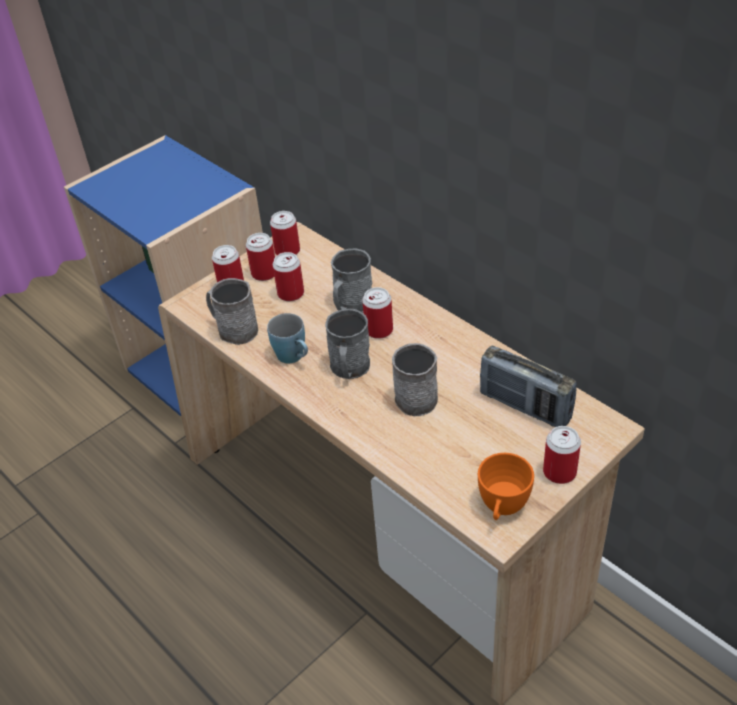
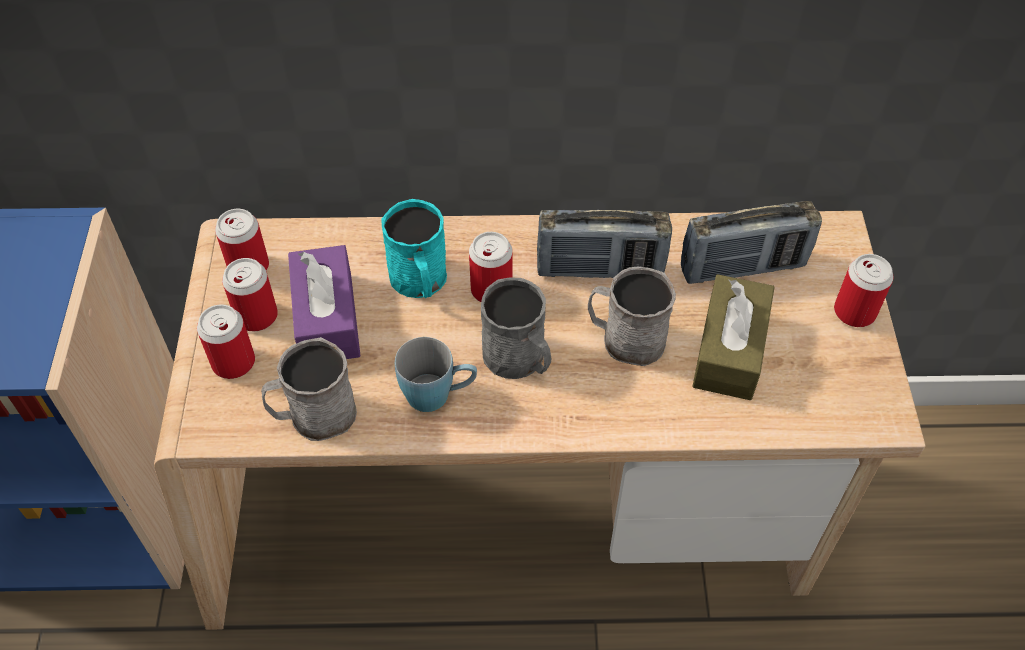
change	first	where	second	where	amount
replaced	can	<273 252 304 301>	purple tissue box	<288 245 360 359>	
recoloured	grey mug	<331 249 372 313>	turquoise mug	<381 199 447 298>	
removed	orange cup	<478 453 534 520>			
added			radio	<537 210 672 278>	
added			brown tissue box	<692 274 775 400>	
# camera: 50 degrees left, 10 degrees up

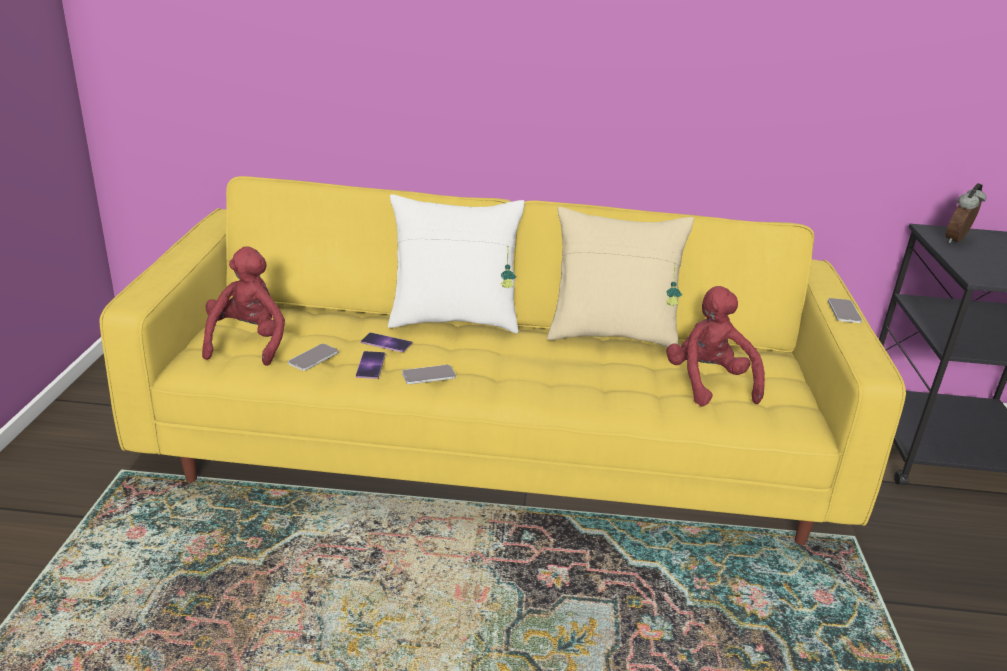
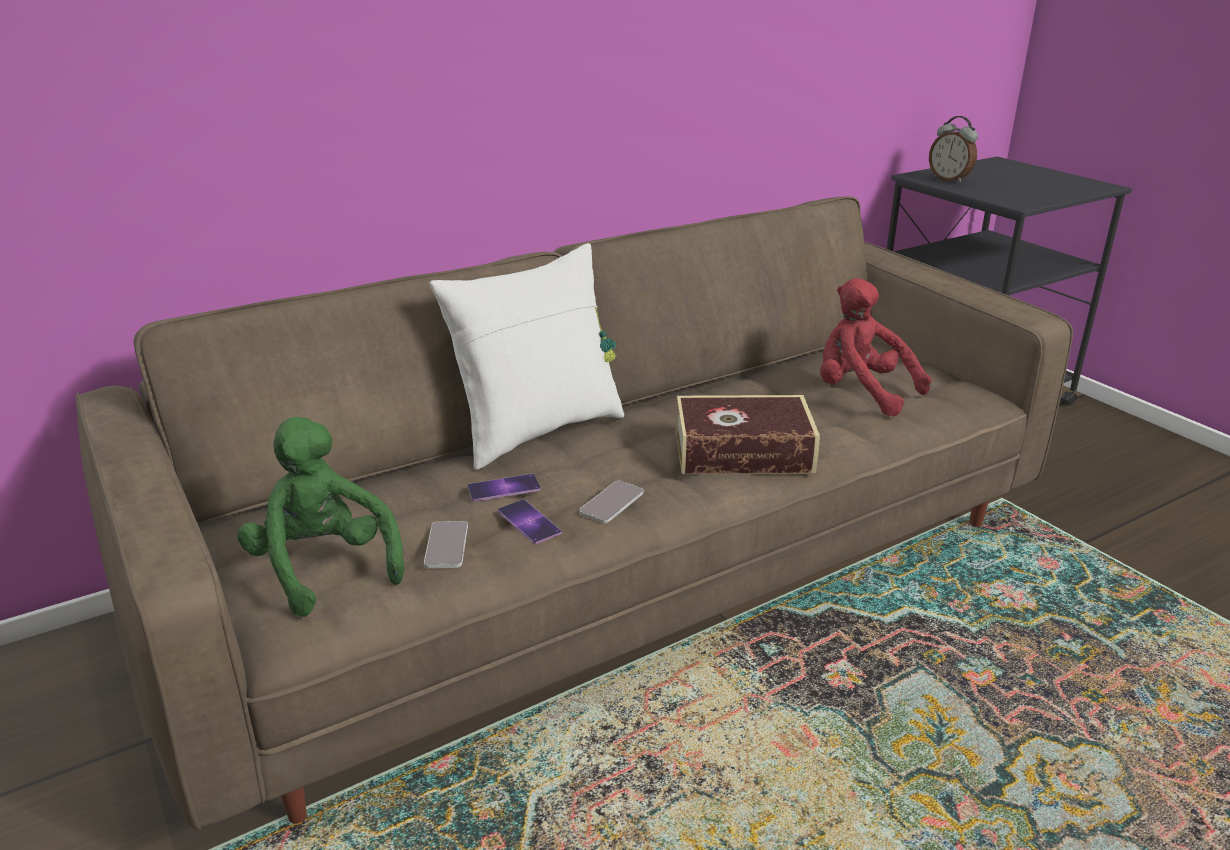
change	first	where	second	where	amount
recoloured	yellow sofa	<100 176 906 545>	brown sofa	<75 196 1073 831>	
recoloured	red plush toy	<202 246 285 366>	green plush toy	<237 417 404 617>	
removed	beige pillow	<547 207 694 347>			
removed	phone	<828 298 862 323>			
turned	alarm clock	<945 183 986 243>		<929 116 978 183>	45 degrees counterclockwise
added			book	<676 395 820 474>	
# camera: 35 degrees left, 0 degrees up

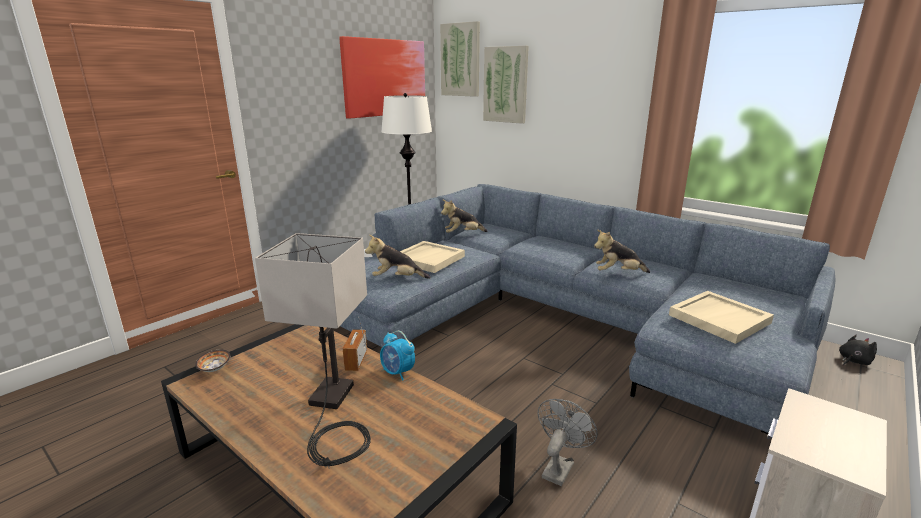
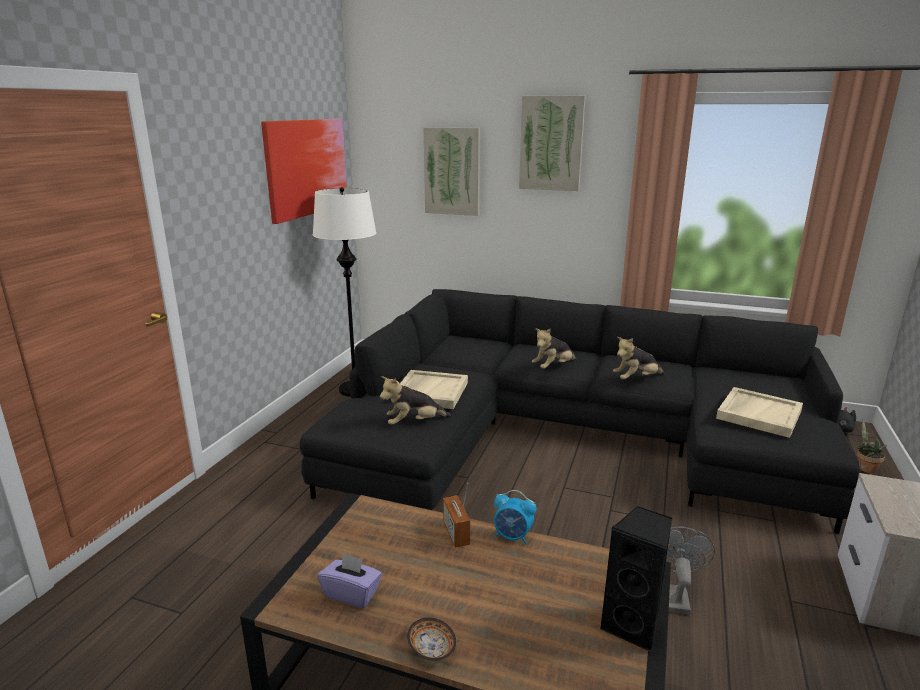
change	first	where	second	where	amount
moved	bowl	<195 349 231 372>		<407 618 456 660>	
removed	table lamp	<255 233 371 469>			
recoloured	blue sofa	<340 184 835 434>	black sofa	<300 289 861 534>	
moved	picture	<440 21 480 97>		<519 96 586 191>	
moved	plush toy	<441 199 488 233>		<532 328 576 369>	
added			purple tissue box	<318 553 382 608>	
added			black speaker	<600 506 672 652>	
added			potted plant	<855 420 888 473>	
# camera: 20 degrees left, 0 degrees up

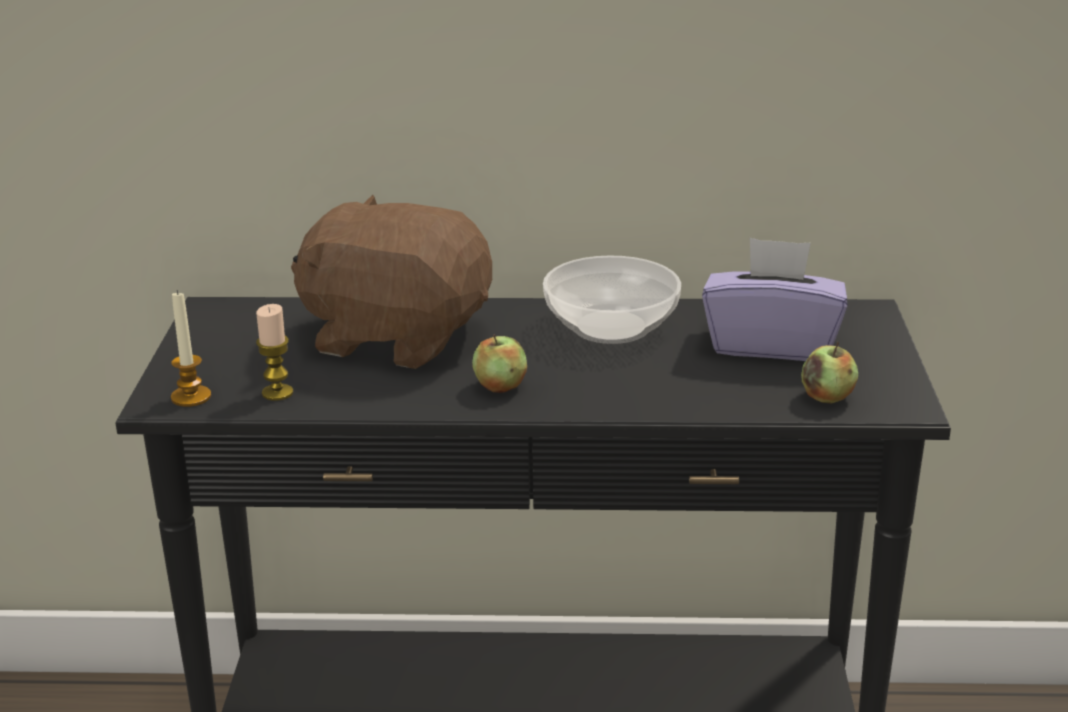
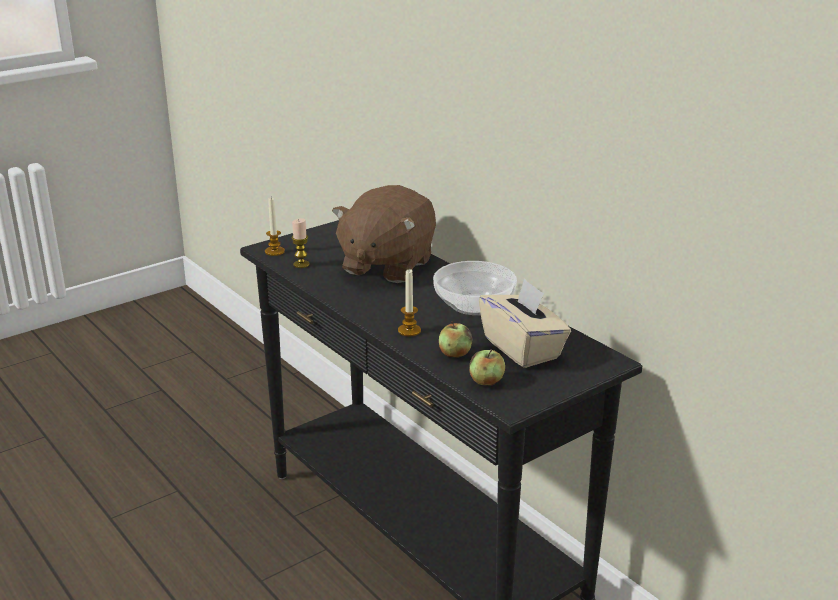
change	first	where	second	where	amount
turned	brown plush toy	<291 195 492 369>		<332 185 436 283>	135 degrees counterclockwise
moved	apple	<472 334 527 393>		<439 321 473 358>	
recoloured	purple tissue box	<702 238 847 361>	beige tissue box	<479 278 571 368>	
added			candle	<398 269 421 336>	
# camera: 50 degrees right, 0 degrees up

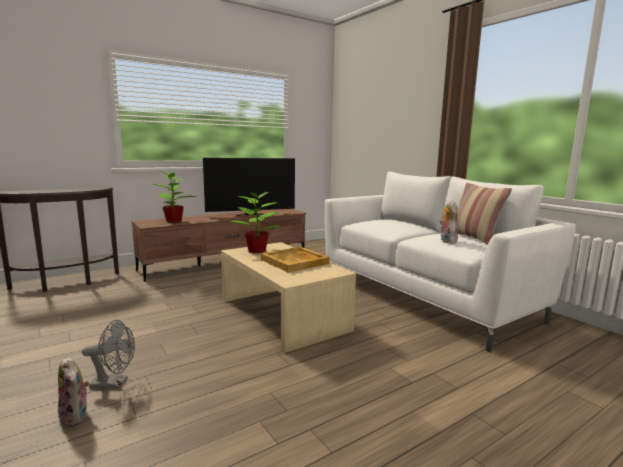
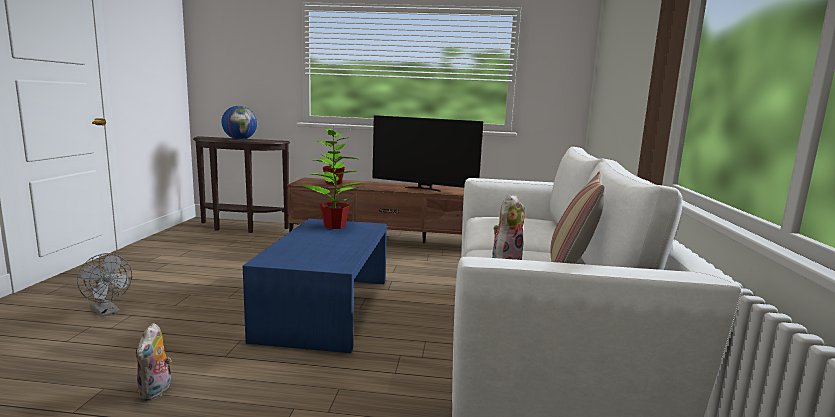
change	first	where	second	where	amount
moved	plush toy	<58 355 89 427>		<136 323 172 401>	
recoloured	beige coffee table	<221 242 356 353>	blue coffee table	<243 219 387 353>	
removed	beige tray	<261 247 329 273>			
added			globe	<221 106 257 140>	
# camera: 40 degrees right, 0 degrees up

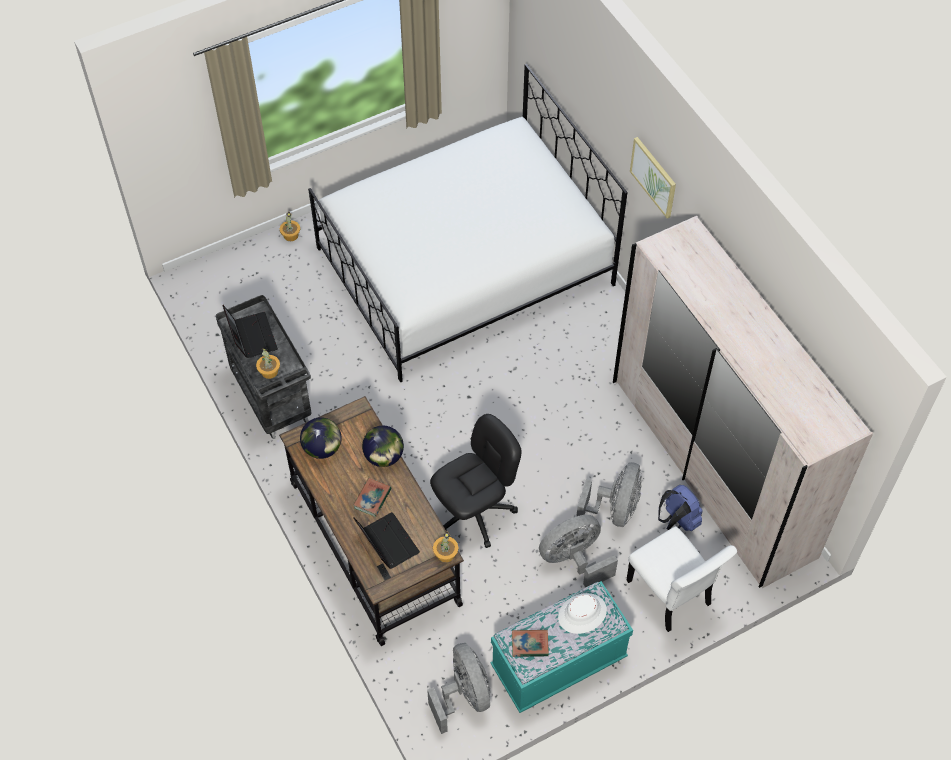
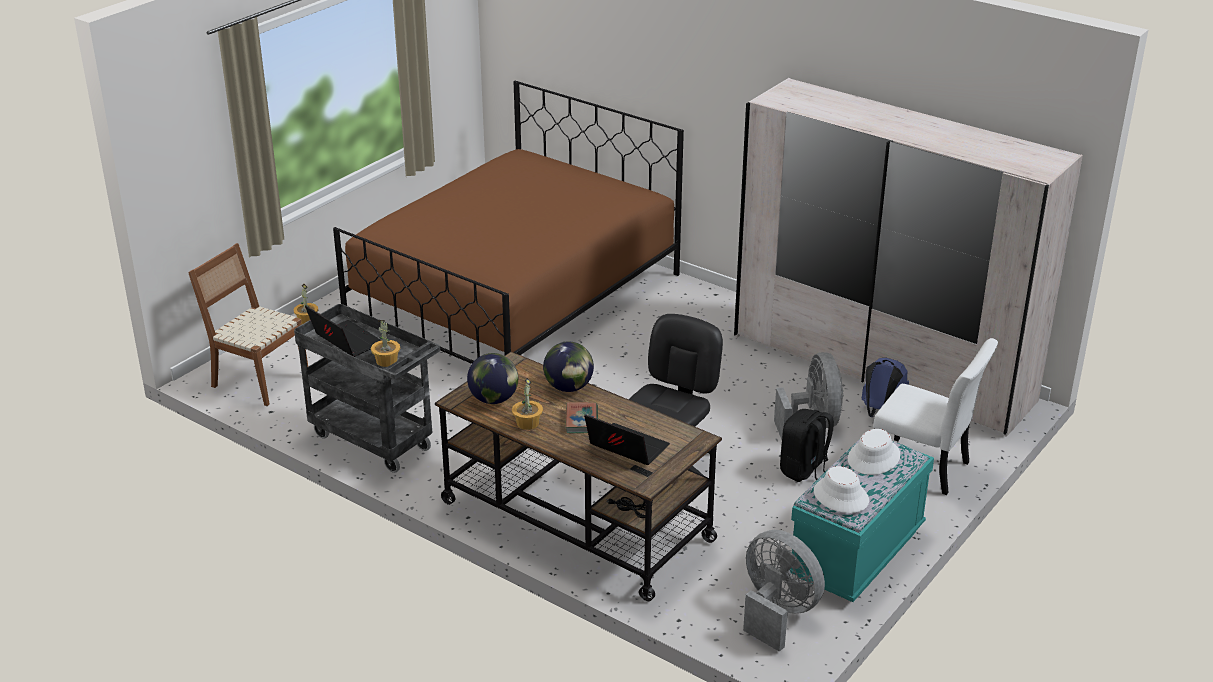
change	first	where	second	where	amount
recoloured	white bed	<308 64 628 383>	brown bed	<333 81 684 364>	
moved	potted plant	<433 532 459 562>		<512 378 543 430>	
replaced	book	<512 630 549 657>	white hat	<814 466 869 513>	
replaced	grey fan	<539 515 618 588>	black backpack	<780 409 834 482>	
removed	picture	<630 137 676 219>			
added			chair	<188 243 308 406>	
# camera: 25 degrees left, 25 degrees down

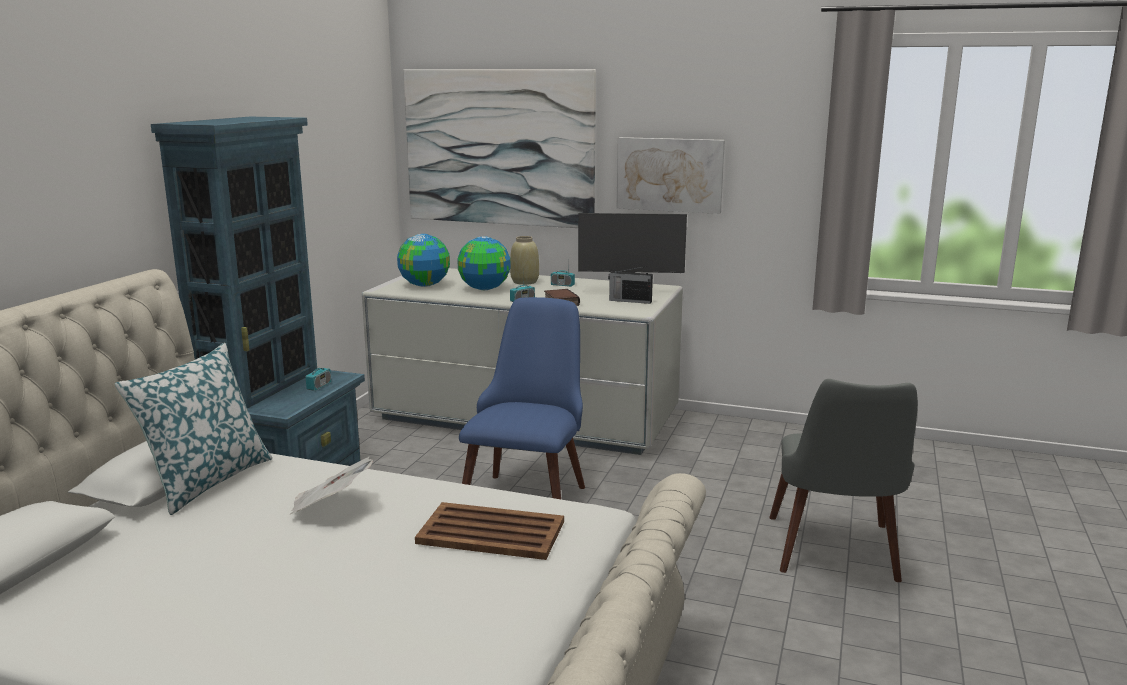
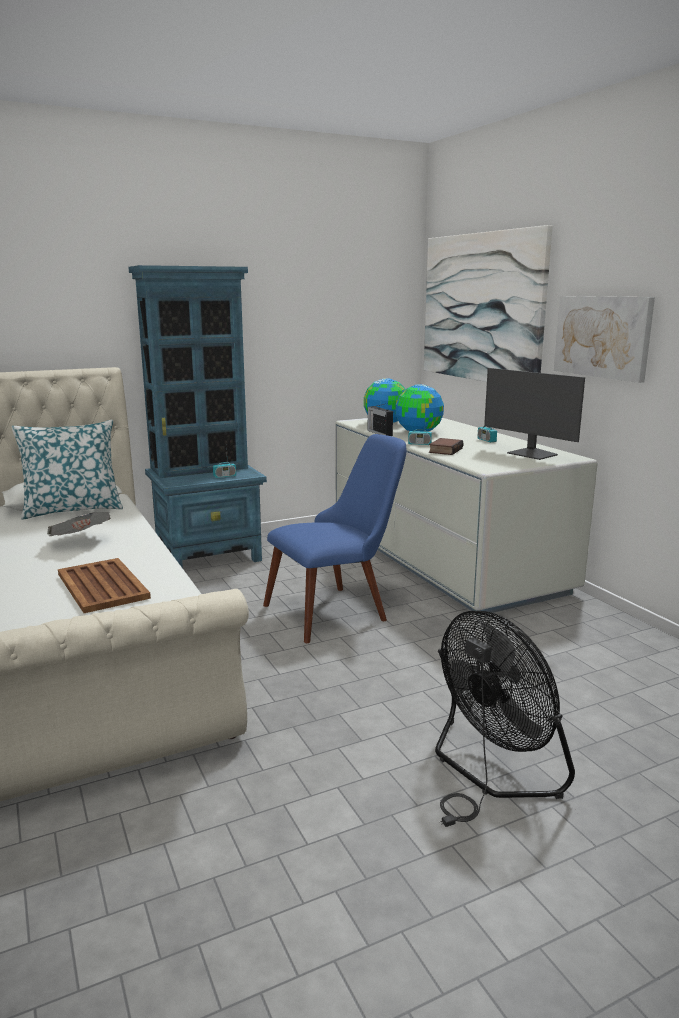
change	first	where	second	where	amount
removed	beige vase	<510 236 539 285>			
moved	radio	<608 267 653 304>		<368 404 393 436>	
replaced	grey chair	<769 379 918 582>	black fan	<435 611 575 827>	
# camera: 45 degrees right, 0 degrees up

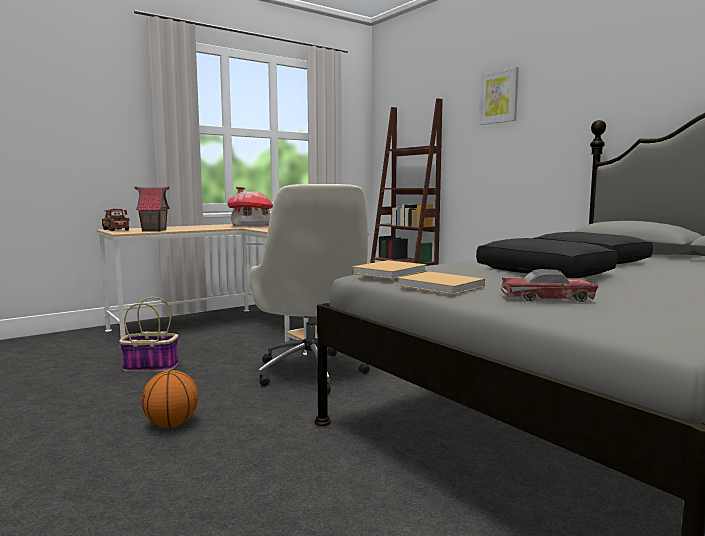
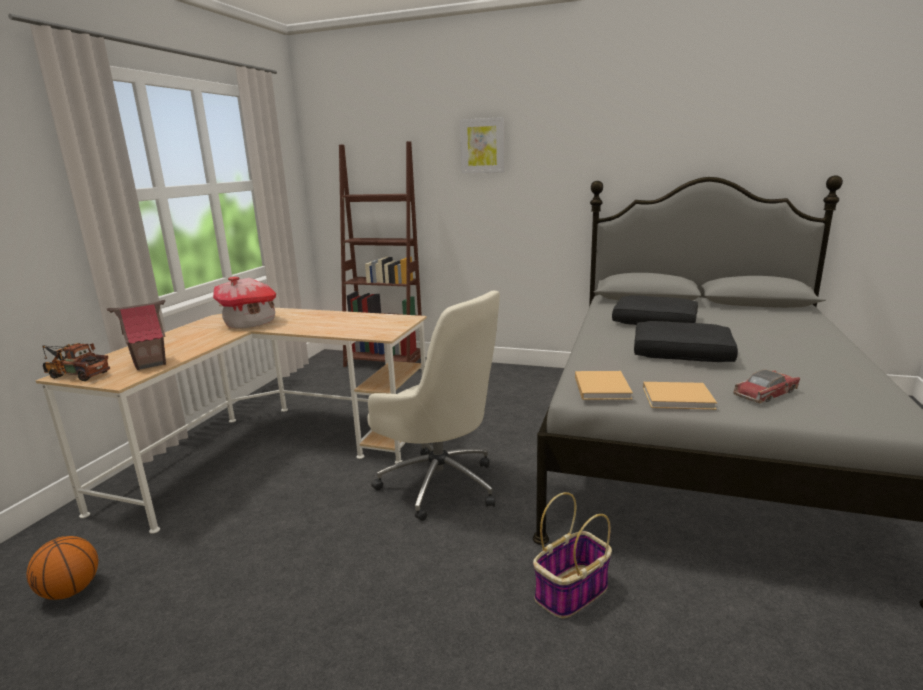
change	first	where	second	where	amount
moved	basket	<119 297 178 372>		<533 492 612 619>	
moved	basketball	<141 370 199 427>		<27 536 98 600>	
# camera: 35 degrees left, 10 degrees up

